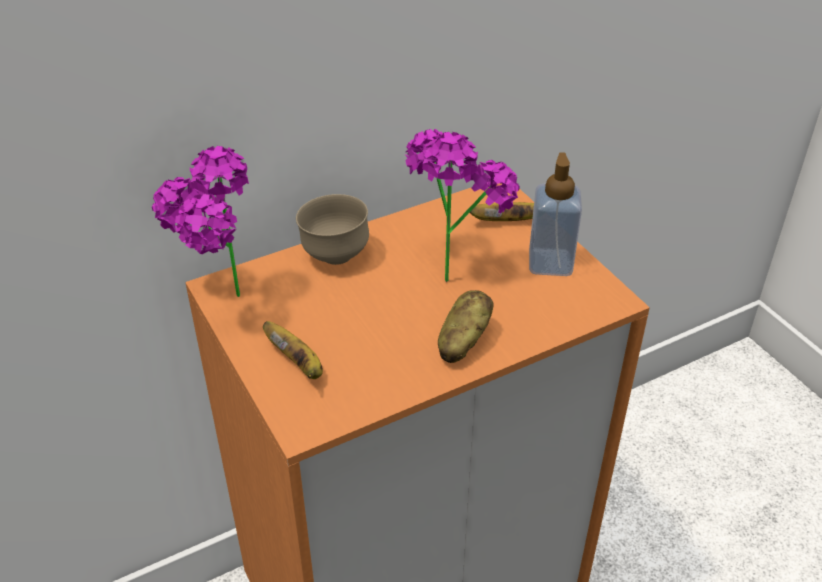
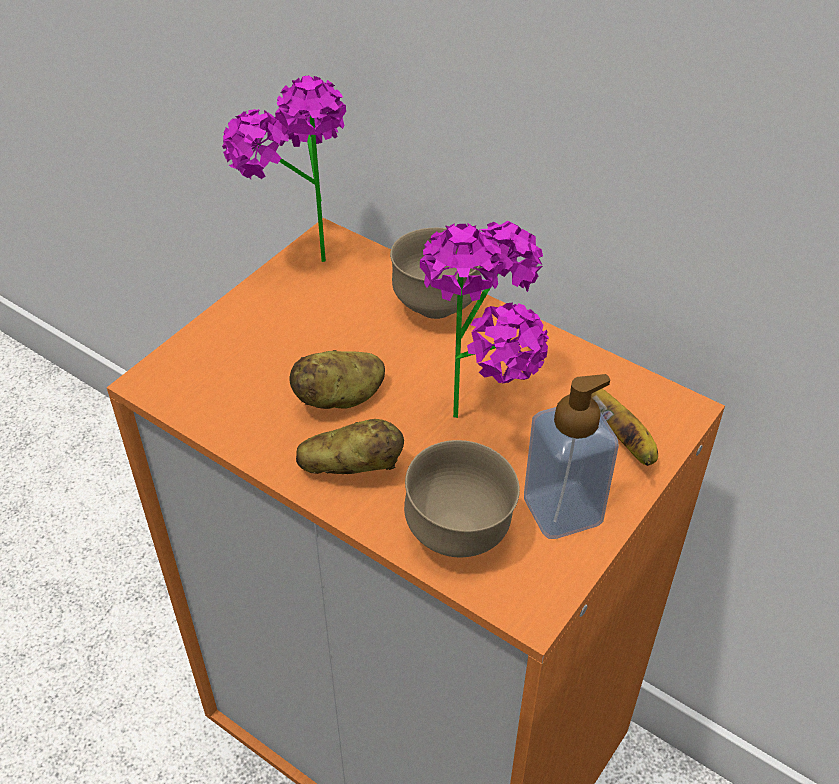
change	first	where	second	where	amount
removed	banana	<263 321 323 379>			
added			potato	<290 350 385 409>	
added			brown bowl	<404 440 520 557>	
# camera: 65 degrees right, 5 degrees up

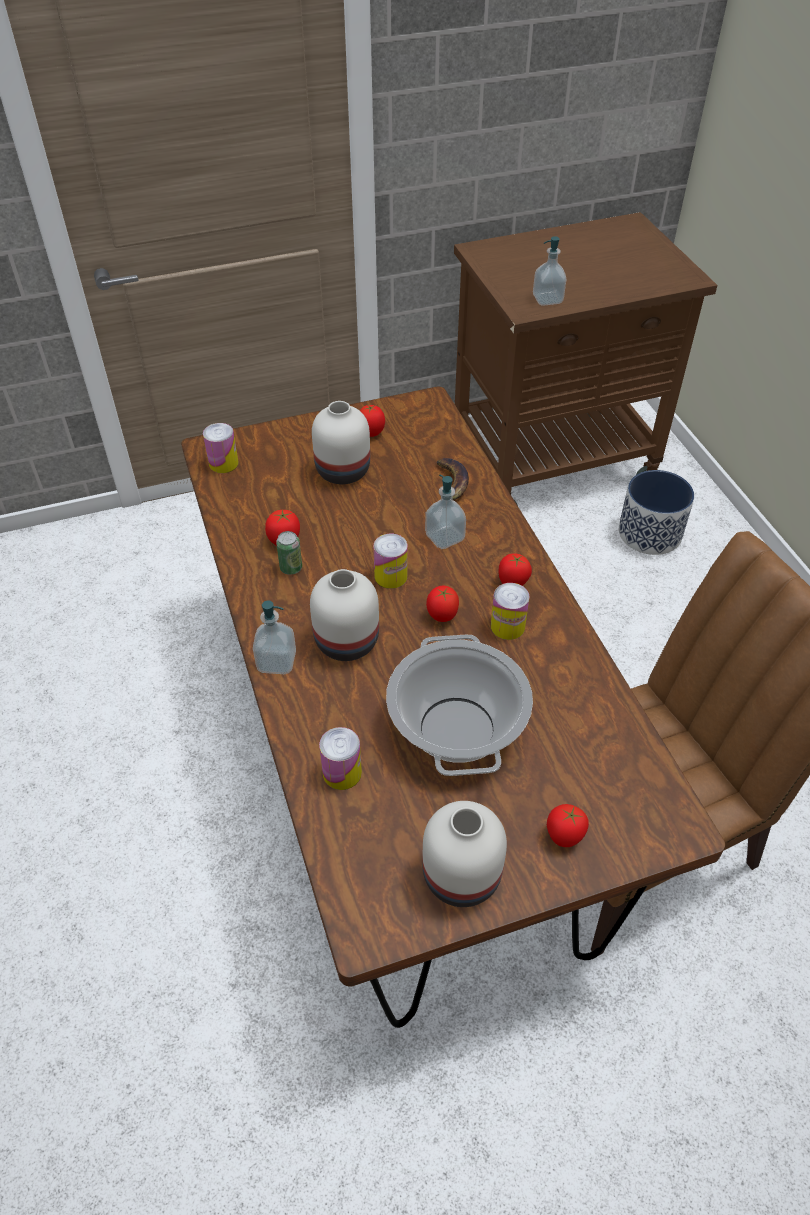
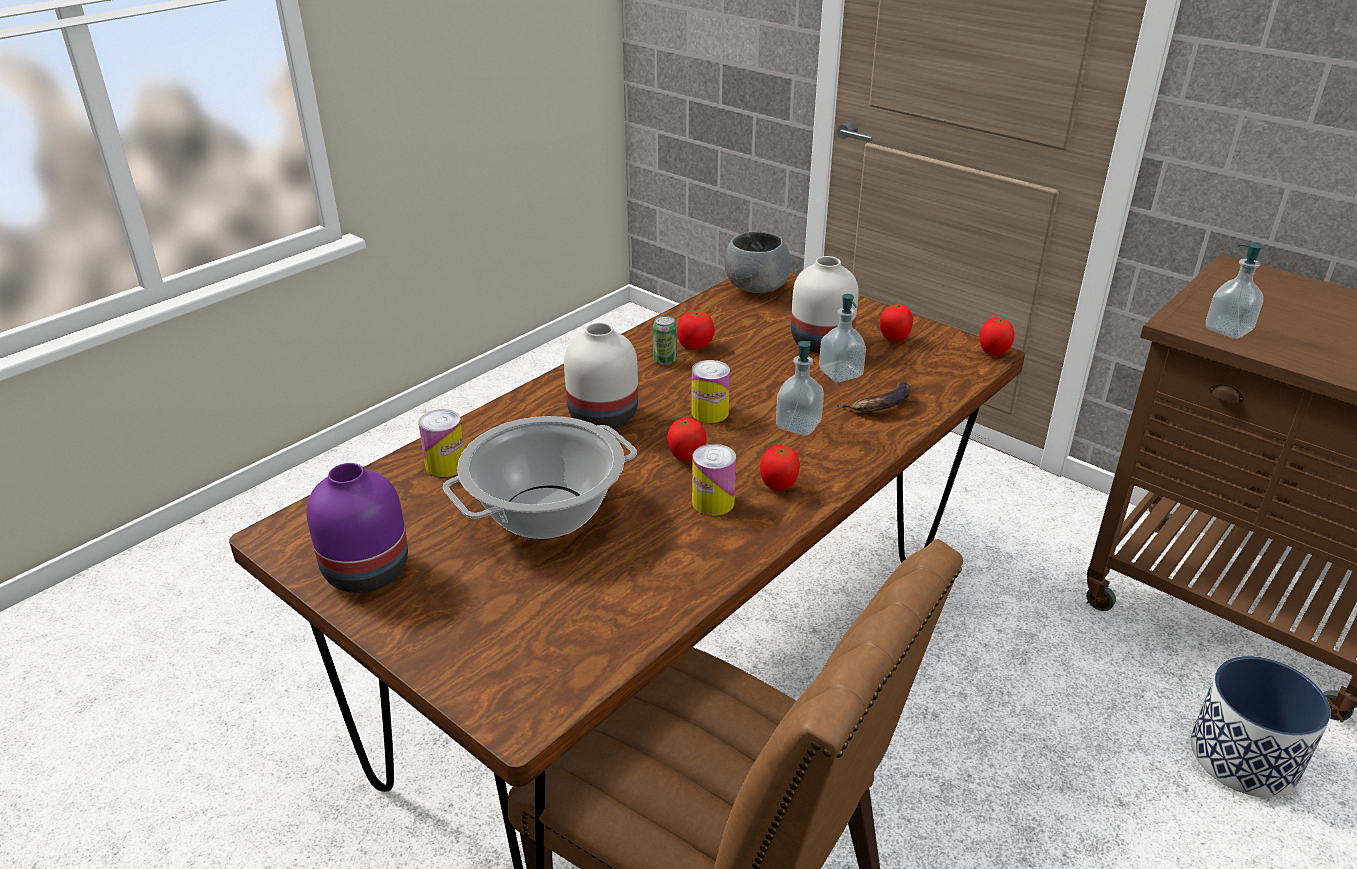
change	first	where	second	where	amount
replaced	can	<203 423 239 473>	grey bowl	<724 231 791 293>	
moved	soap dispenser	<253 600 296 674>		<819 294 866 382>	
recoloured	white vase	<422 801 507 907>	purple vase	<306 463 408 593>	
moved	tomato	<547 804 589 847>		<979 318 1014 356>	
# camera: 60 degrees right, 15 degrees down

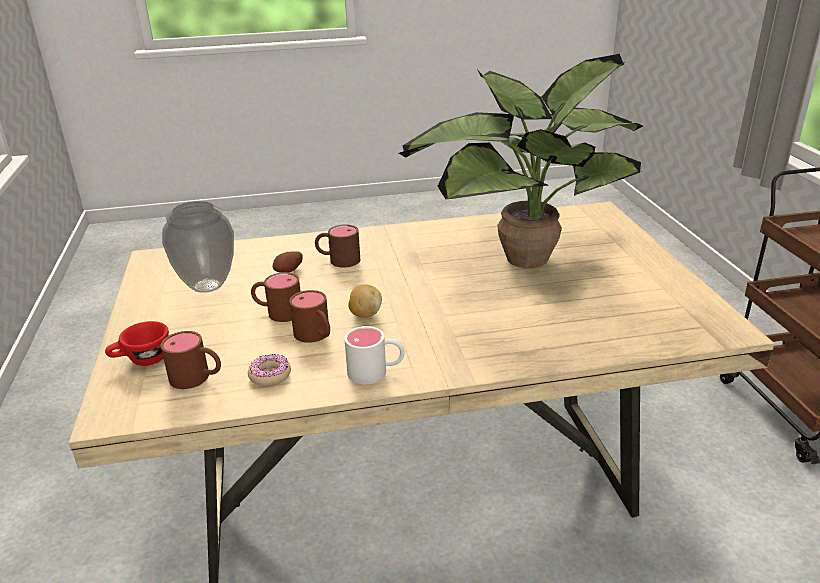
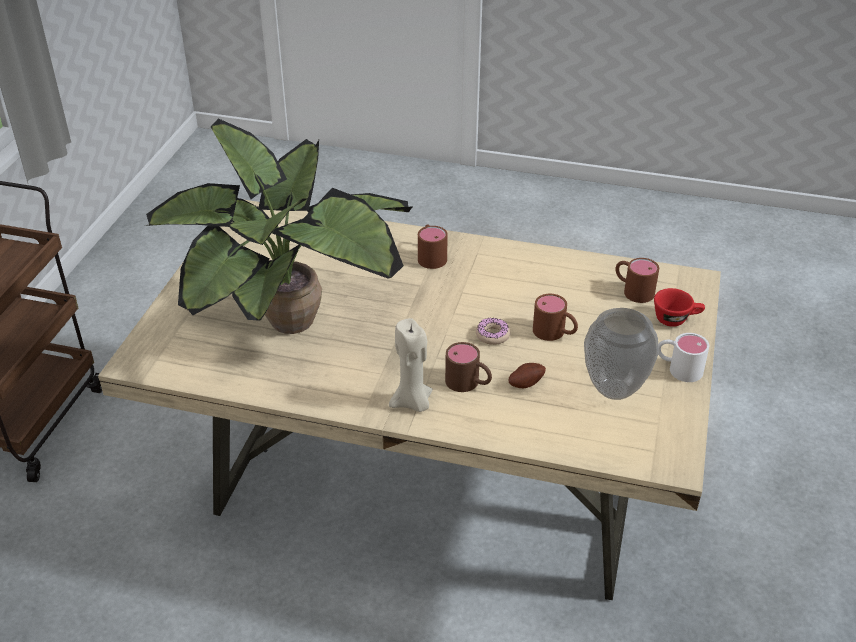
change	first	where	second	where	amount
moved	donut	<248 354 291 386>		<476 318 510 345>	
moved	brown mug	<289 290 330 343>		<418 224 448 269>	
moved	white mug	<344 326 405 384>		<658 333 709 382>	
removed	potato	<348 284 382 318>			
added			beige candle	<389 318 433 412>	
# camera: 155 degrees left, 10 degrees up

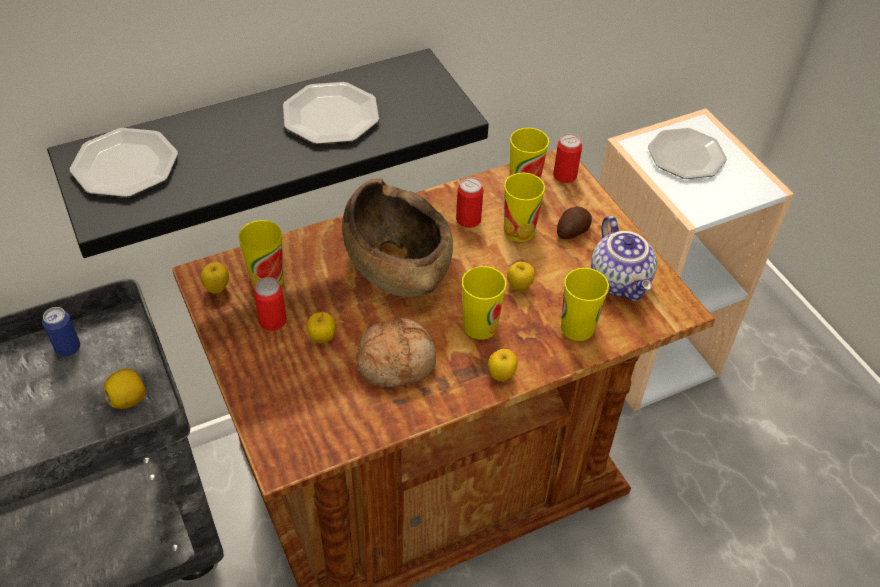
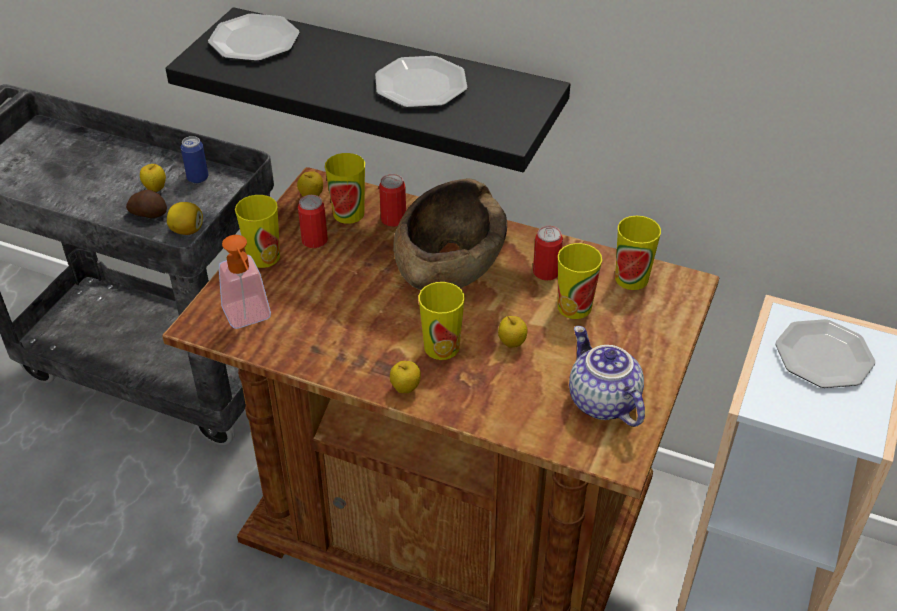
change	first	where	second	where	amount
moved	apple	<307 312 336 344>		<140 164 166 192>	
removed	bread	<356 318 436 387>			
moved	can	<553 134 582 183>		<379 174 406 227>	
moved	potato	<557 207 592 239>		<126 190 167 218>	
moved	cup	<561 268 609 341>		<235 195 280 268>	
turned	teapot	<591 216 657 301>		<569 326 645 427>	120 degrees clockwise
added			soap dispenser	<219 235 271 329>	
# camera: 50 degrees right, 5 degrees down

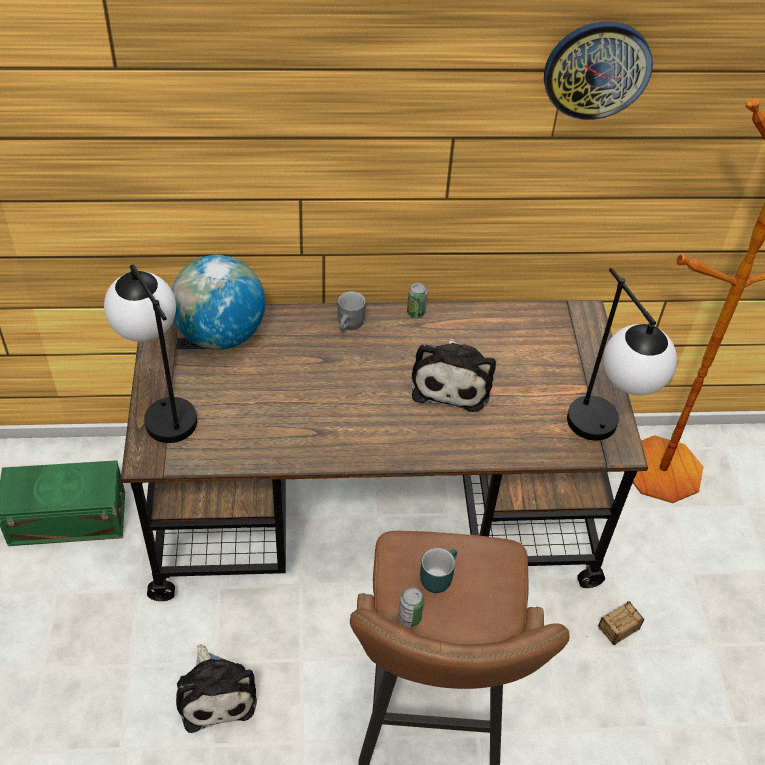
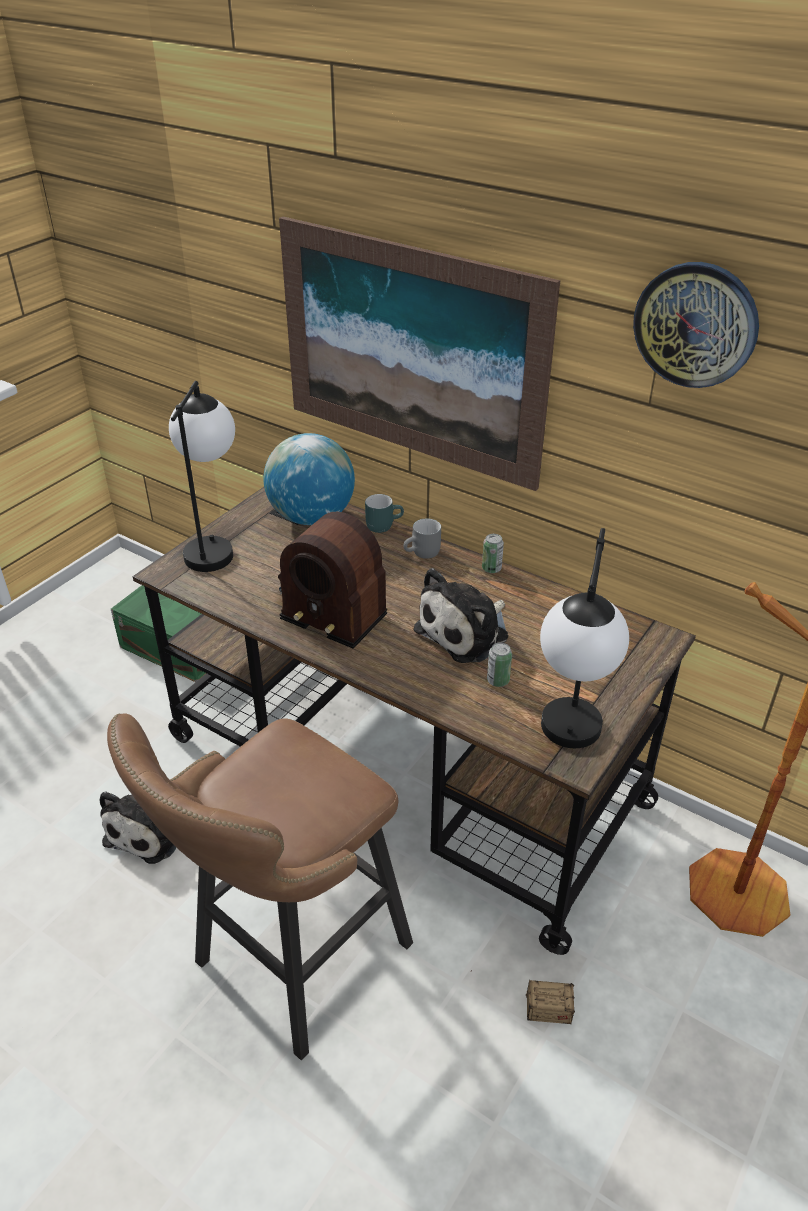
change	first	where	second	where	amount
moved	can	<398 588 424 627>		<487 643 512 687>	
moved	turquoise mug	<420 548 457 593>		<365 494 404 533>	
added			radio	<278 512 387 649>	
added			picture	<279 217 560 491>	
# camera: 40 degrees right, 10 degrees down

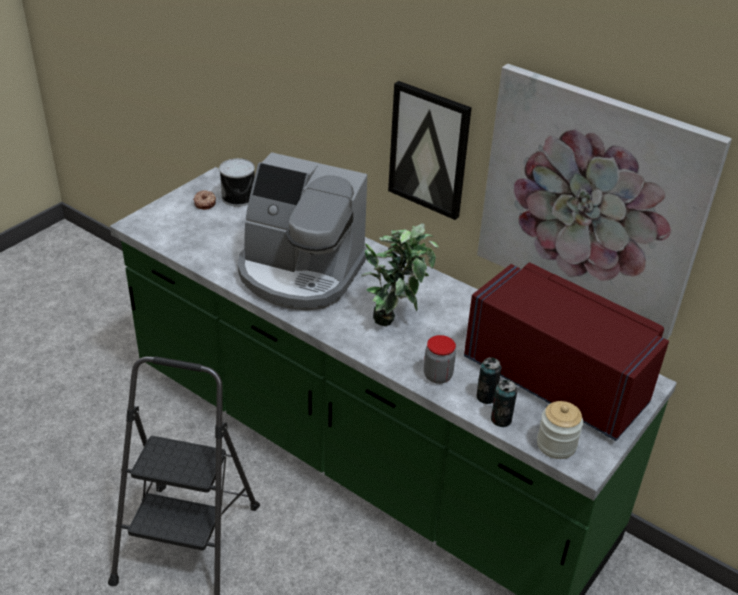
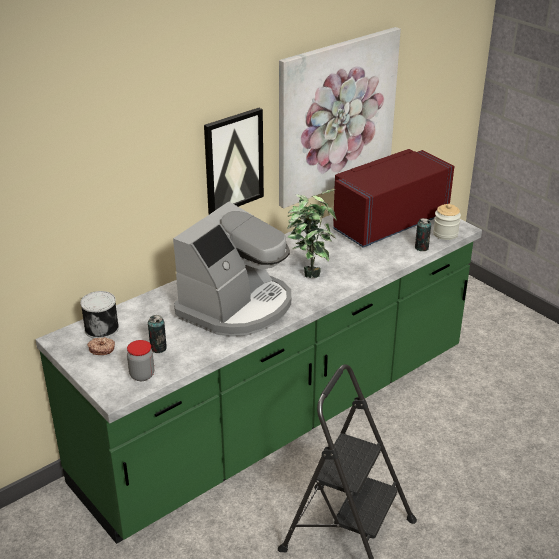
change	first	where	second	where	amount
moved	jar	<424 335 456 384>		<127 340 154 381>	
moved	can	<476 357 502 404>		<148 315 167 353>	
# camera: 75 degrees left, 5 degrees down

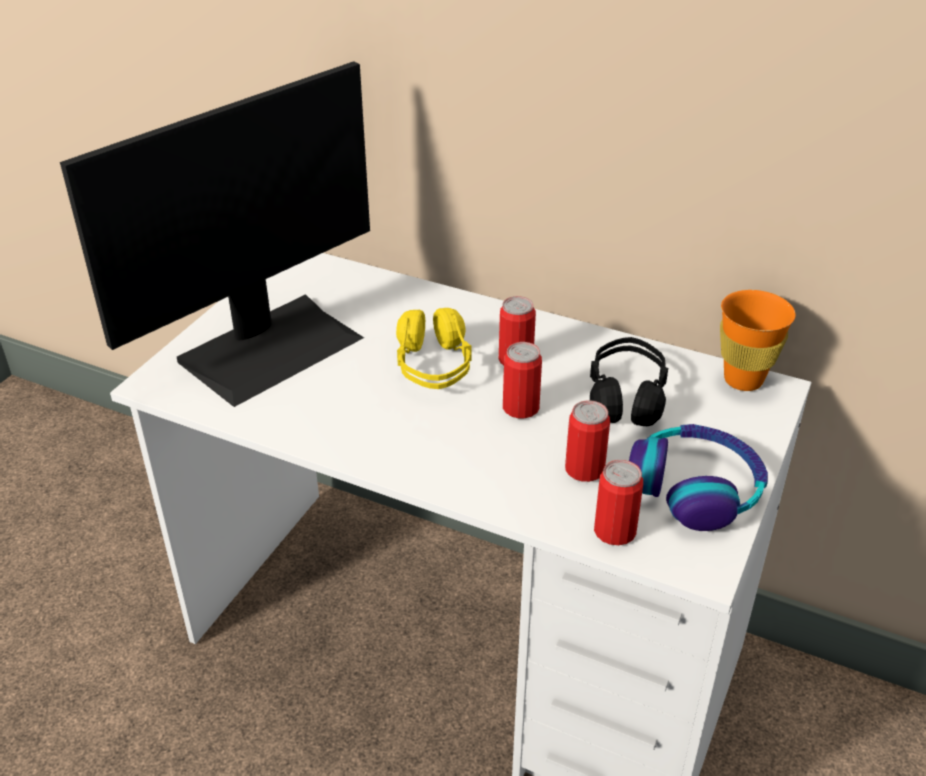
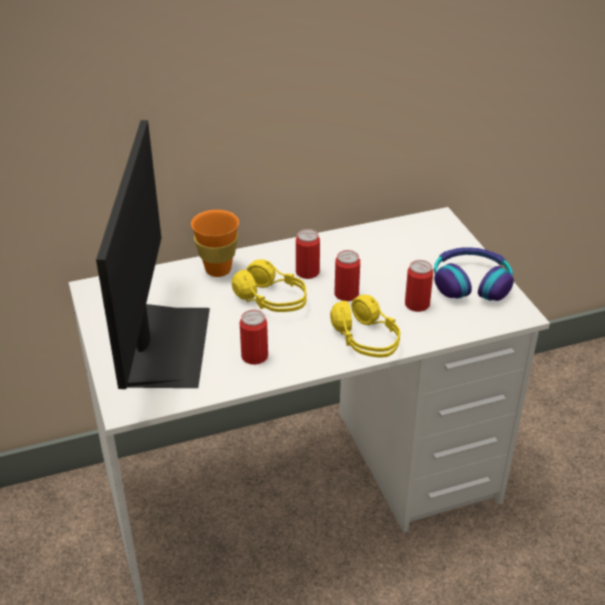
change	first	where	second	where	amount
removed	black headphones	<590 337 668 426>			
moved	can	<594 460 643 545>		<240 310 268 365>	
moved	orange cup	<720 290 796 391>		<191 210 239 277>	
added			yellow headphones	<330 295 400 358>	
# camera: 45 degrees left, 0 degrees up

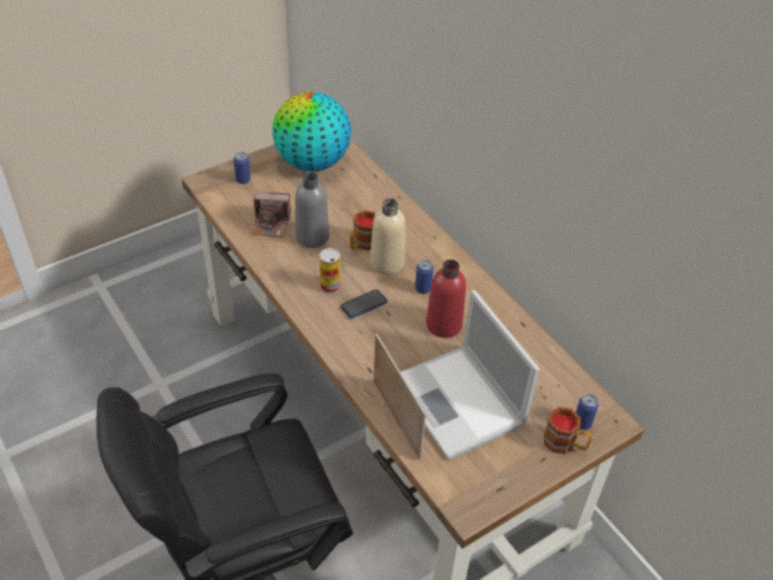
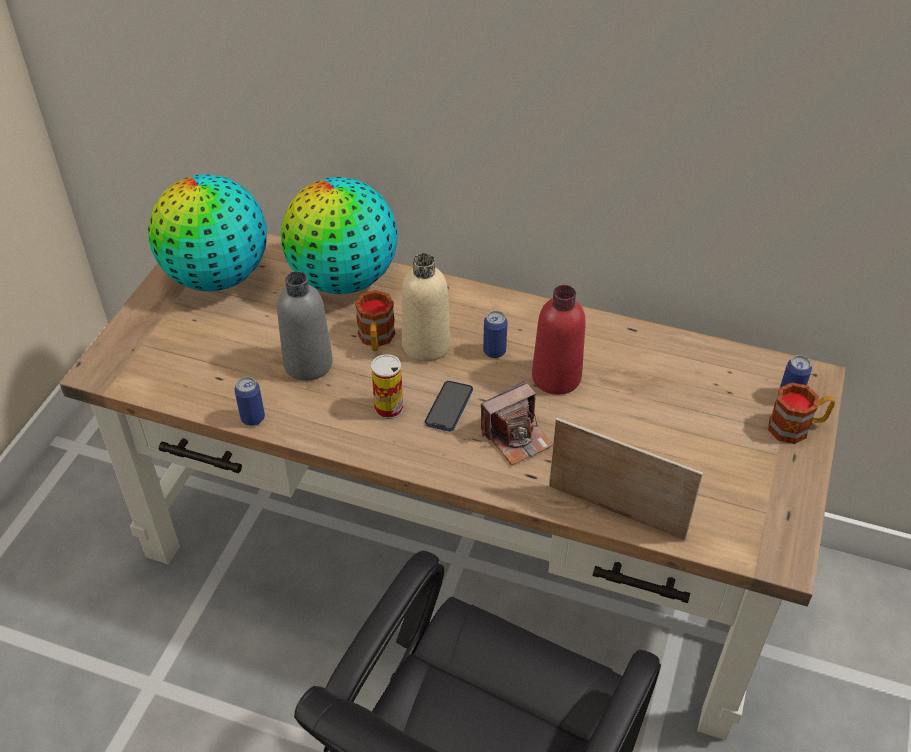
change	first	where	second	where	amount
moved	can	<233 152 251 184>		<234 377 265 426>	
moved	photo camera	<252 192 291 238>		<481 381 553 465>	
removed	laptop	<401 290 540 460>			
added			globe	<281 177 398 294>	
# camera: 35 degrees left, 0 degrees up

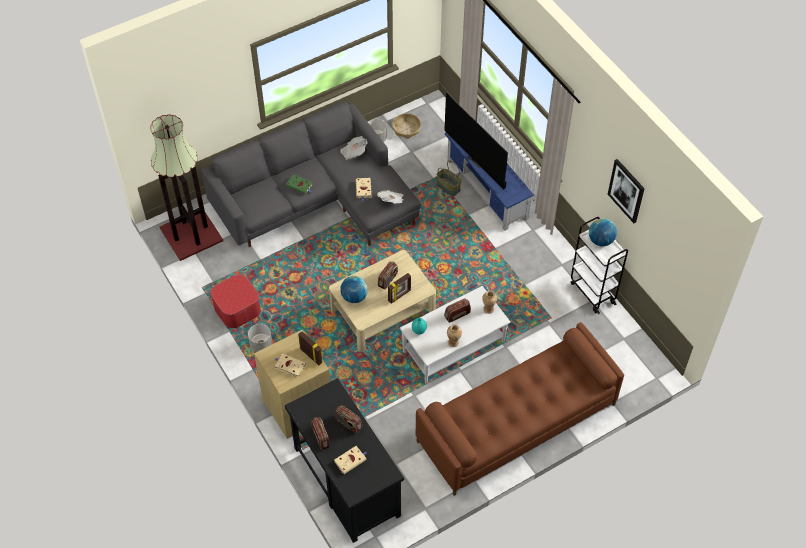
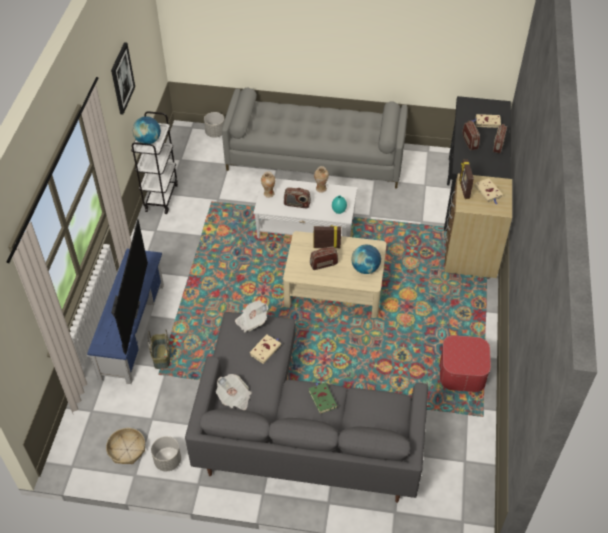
change	first	where	second	where	amount
removed	floor lamp	<150 114 223 261>			
moved	grey planter	<248 324 272 352>		<204 112 224 138>	
recoloured	brown sofa	<415 322 624 496>	grey sofa	<222 88 408 189>	
# camera: 140 degrees left, 5 degrees down

